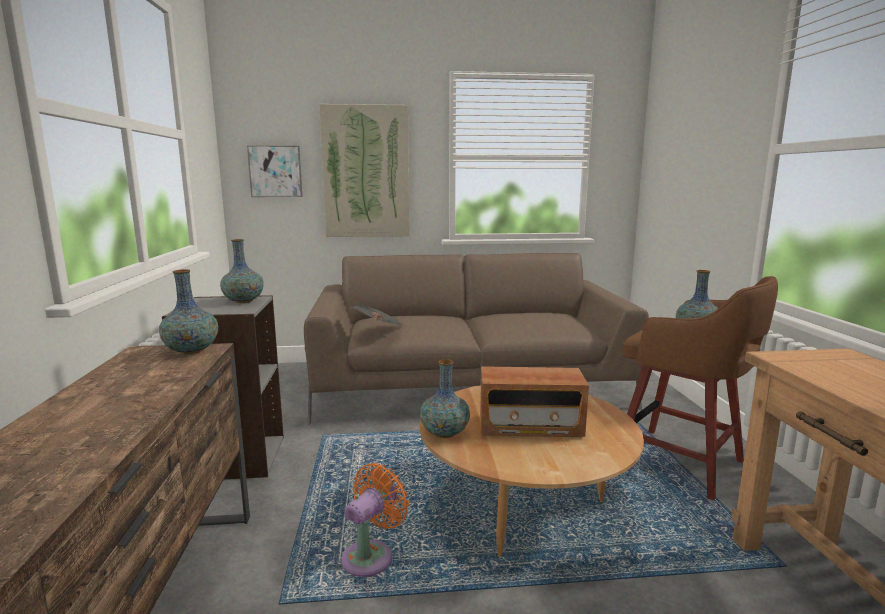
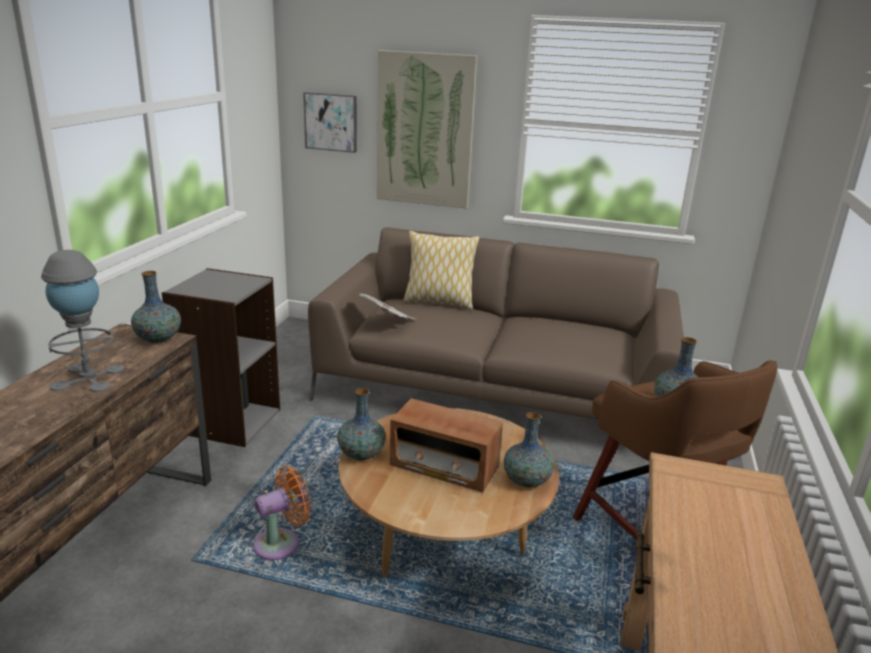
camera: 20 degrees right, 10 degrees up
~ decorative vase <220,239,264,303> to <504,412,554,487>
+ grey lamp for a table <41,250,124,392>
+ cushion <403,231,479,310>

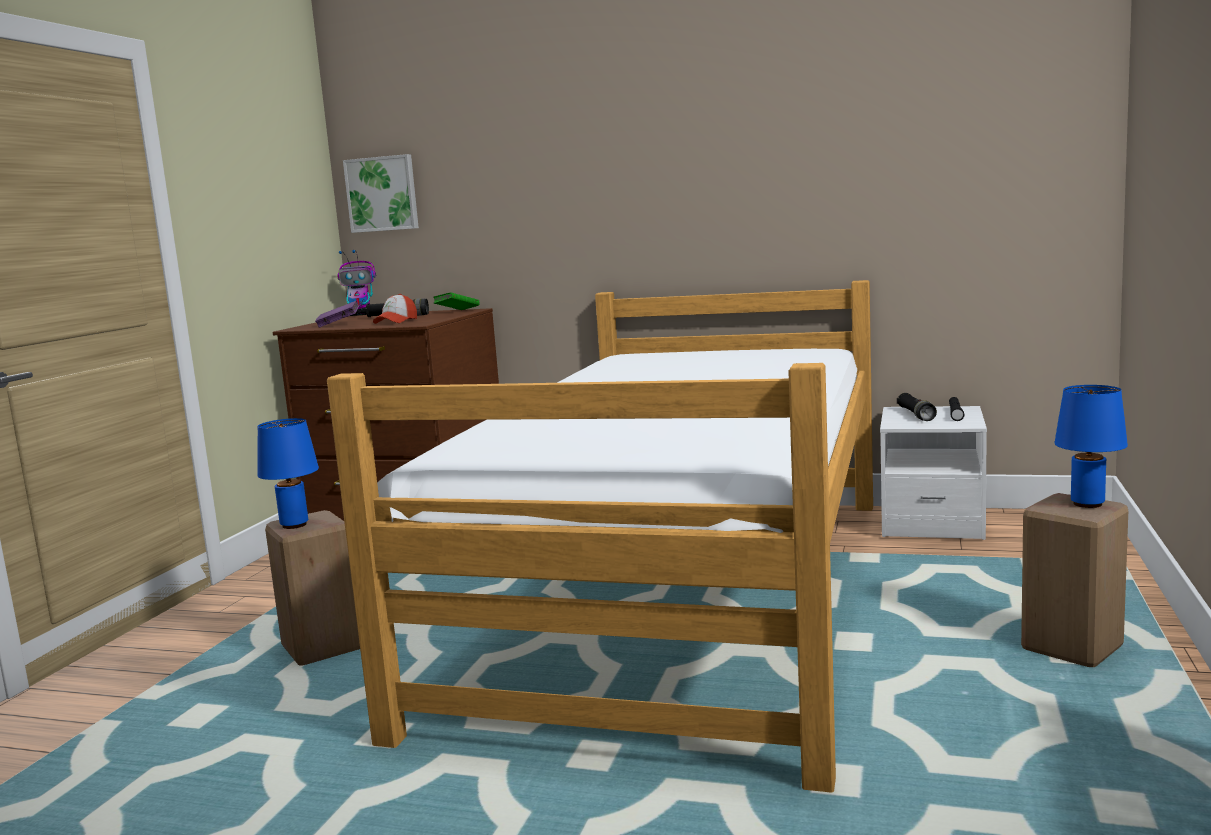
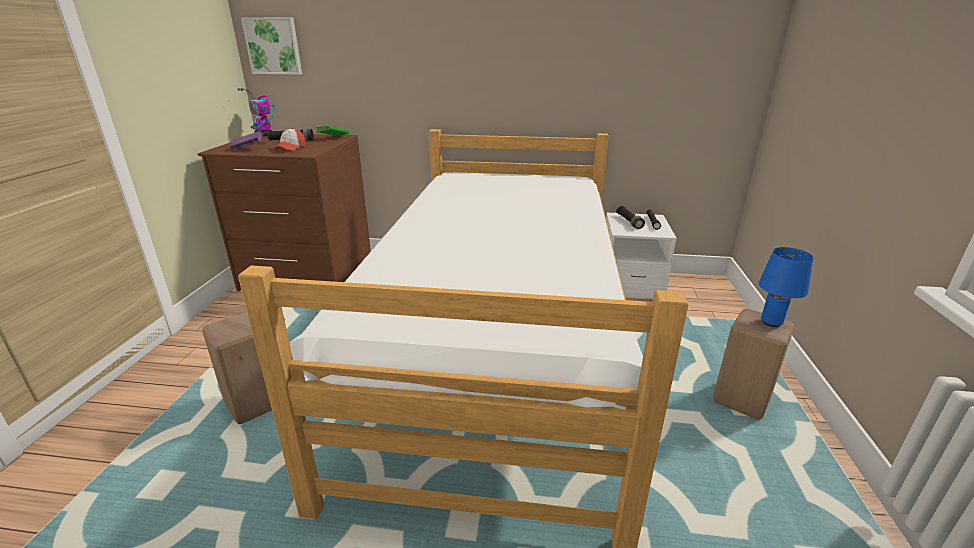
camera: 10 degrees left, 15 degrees up
- blue lamp for a table <257,418,319,529>
~ robot figure <338,250,376,316> = <238,88,275,136> 60 degrees clockwise

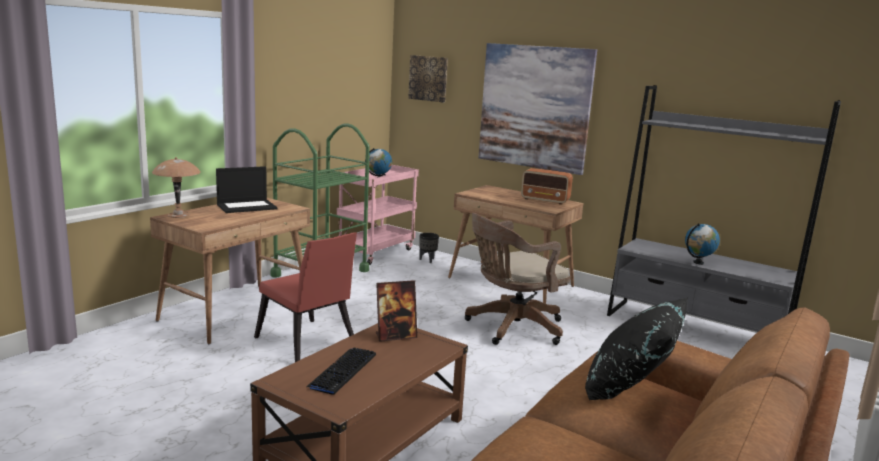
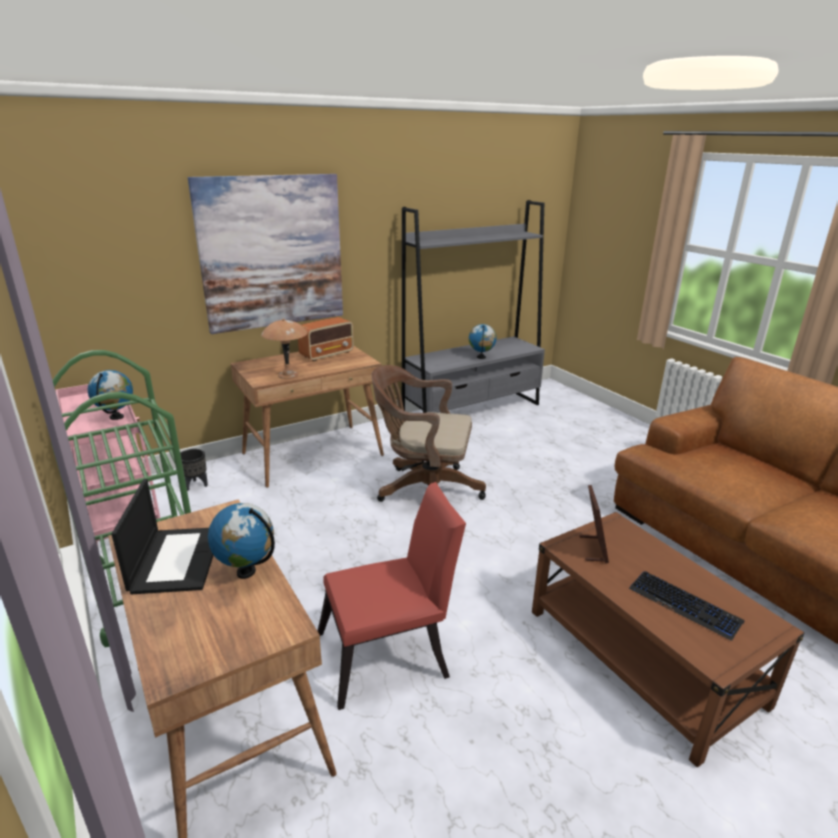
camera: 65 degrees left, 10 degrees up
~ brownish lamp for a table <152,157,201,218> to <261,319,308,379>
- wall art <408,55,448,103>
~ brownish office chair <464,213,570,345> = <372,365,486,502> 105 degrees clockwise
- black cushion <585,298,688,400>
+ globe <208,503,275,579>

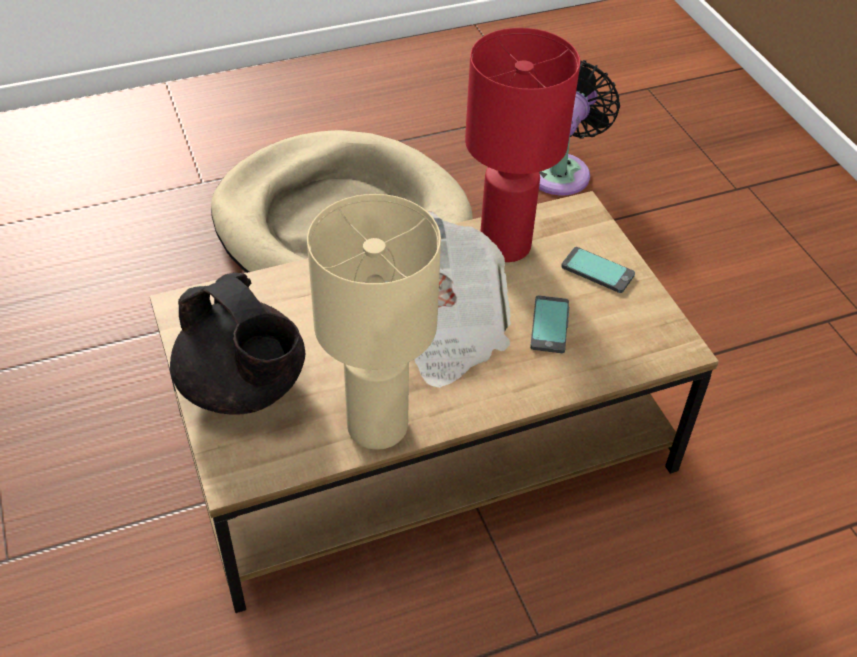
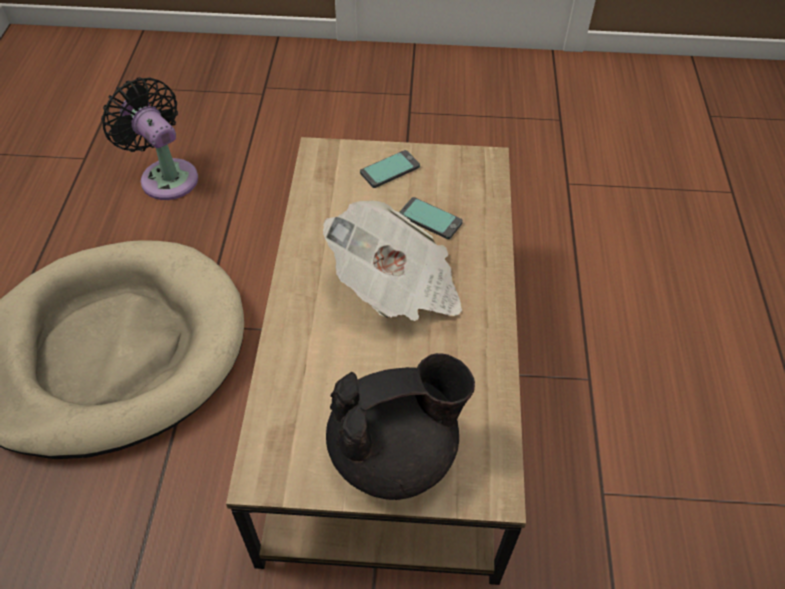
camera: 65 degrees left, 5 degrees up
- sand-coloured lamp for a table <307,194,441,450>
- red lamp for a table <465,28,580,262>

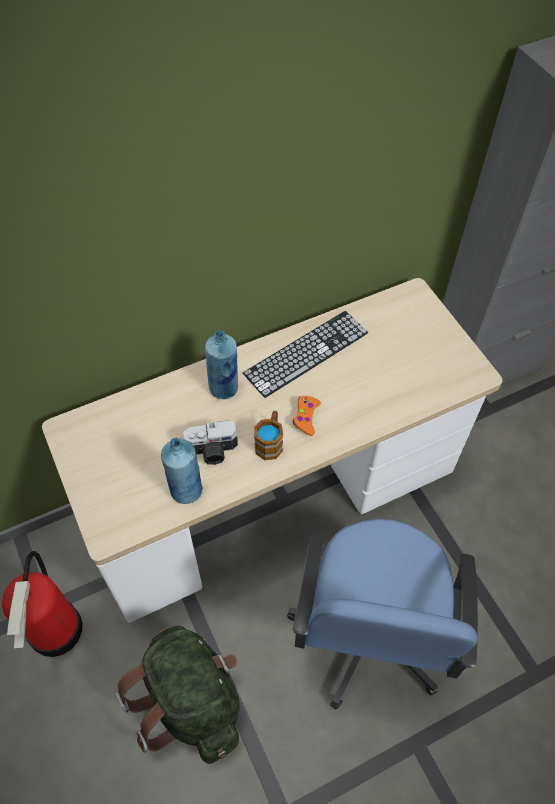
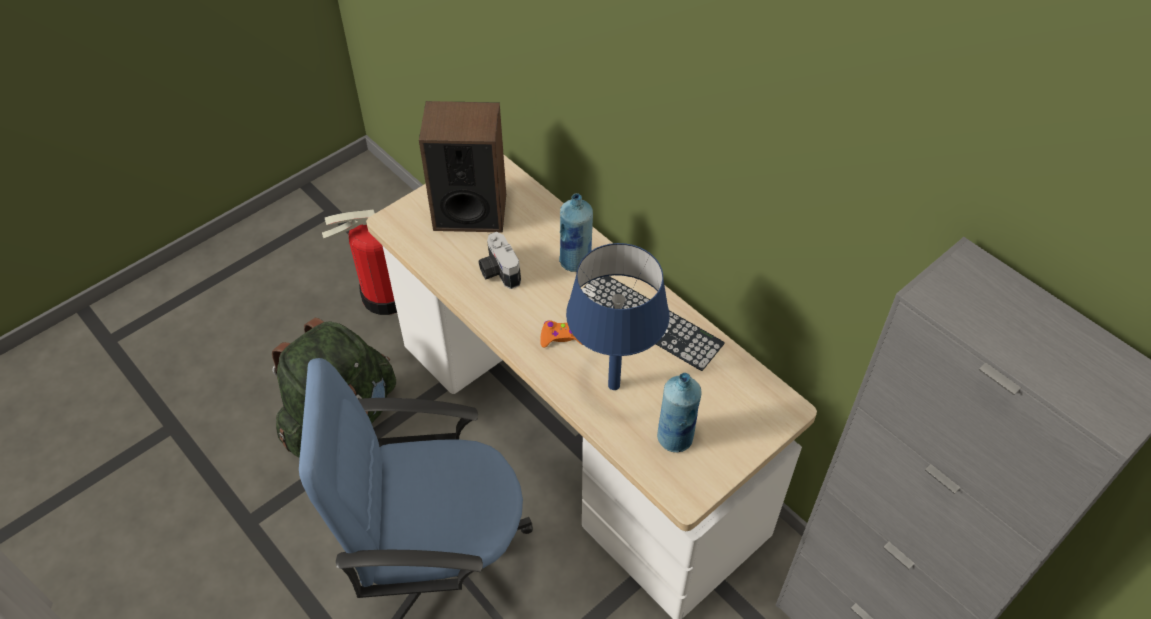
camera: 75 degrees right, 5 degrees down
~ blue beverage bottle <161,438,203,504> to <657,373,702,452>
- mug <254,411,283,460>
+ loudspeaker <419,101,506,232>
+ blue lamp for a table <566,243,669,390>

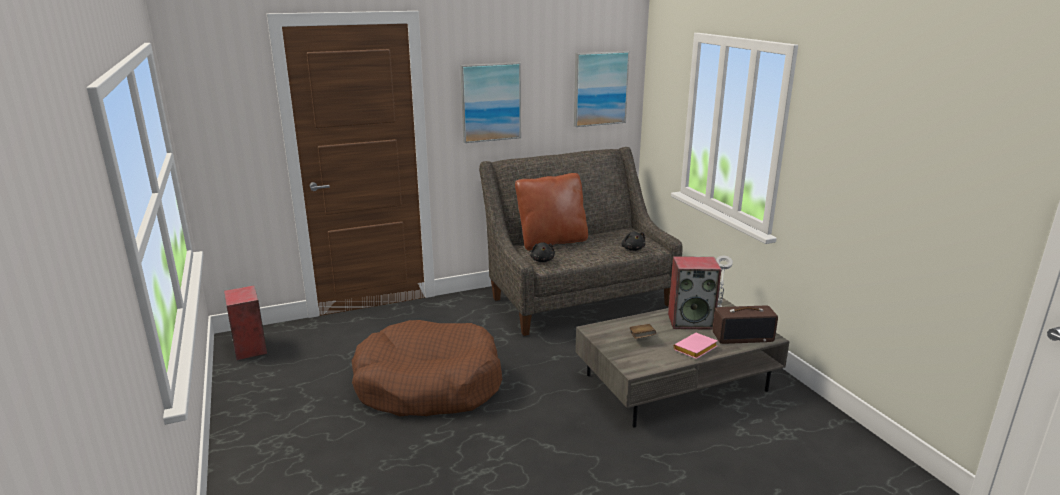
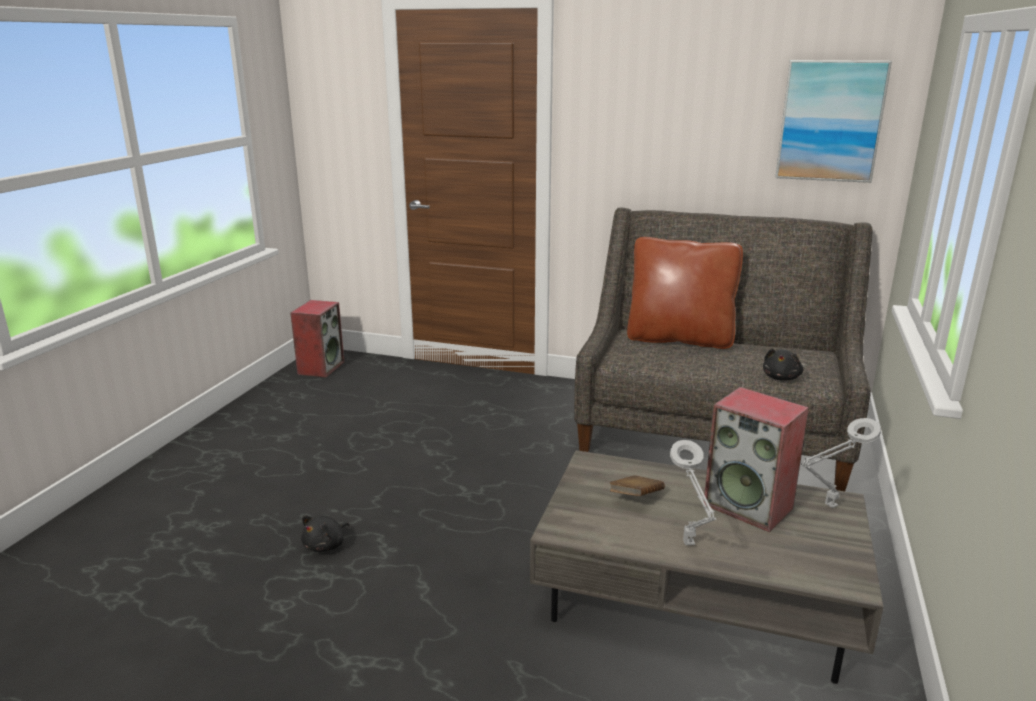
camera: 40 degrees right, 0 degrees up
- brownish pet bed <352,320,502,417>
- wall art <460,62,521,143>
~ black plush toy <530,242,555,262> to <301,515,350,552>
~ pink volume <673,333,718,359> to grey lamp for a table <670,440,716,545>
- radio set <713,306,778,344>

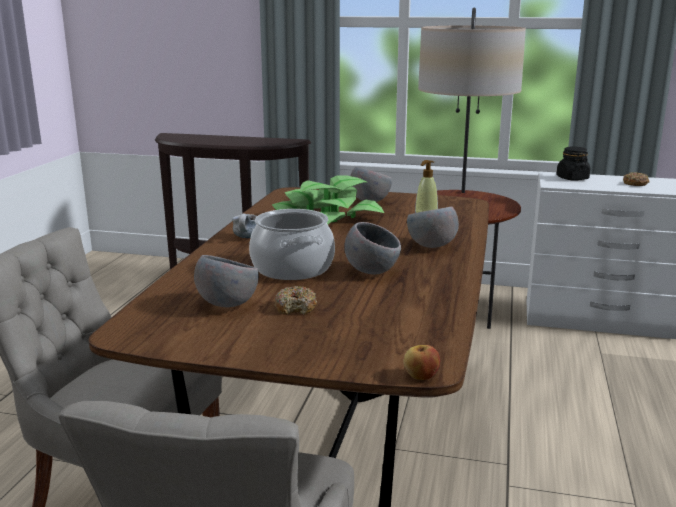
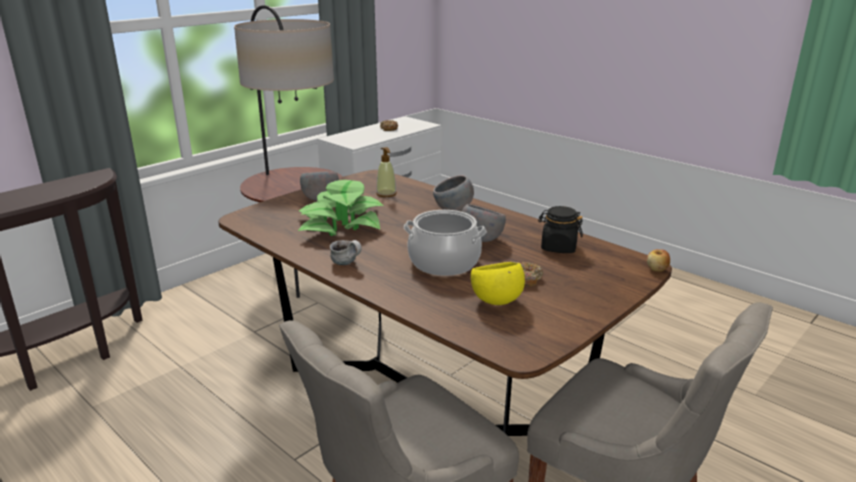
camera: 60 degrees left, 5 degrees up
~ grey deep dish <194,255,259,307> to yellowish deep dish <471,262,525,305>
~ black storage jar <556,147,590,181> to <538,206,583,253>

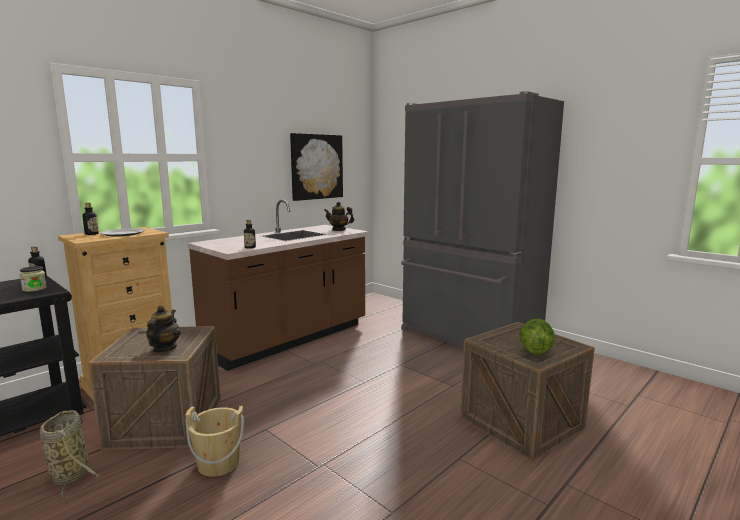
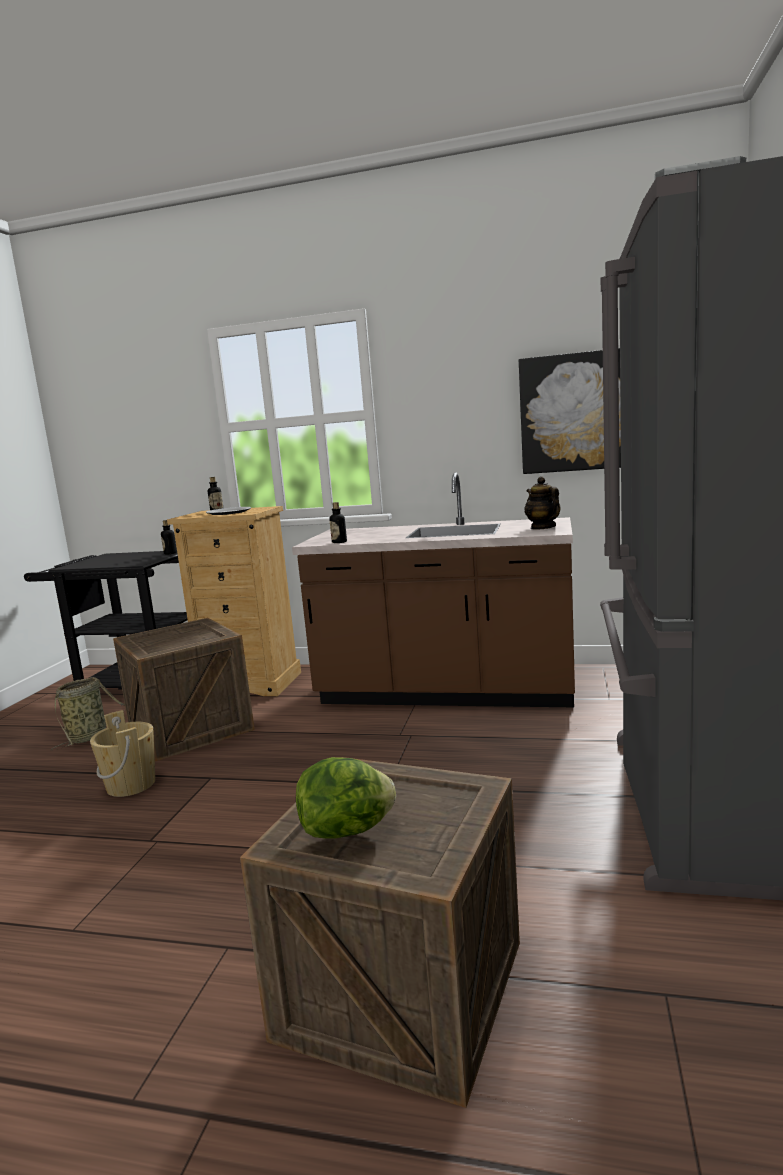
camera: 60 degrees right, 0 degrees up
- storage jar <20,266,47,292>
- pot for tea <146,305,181,353>

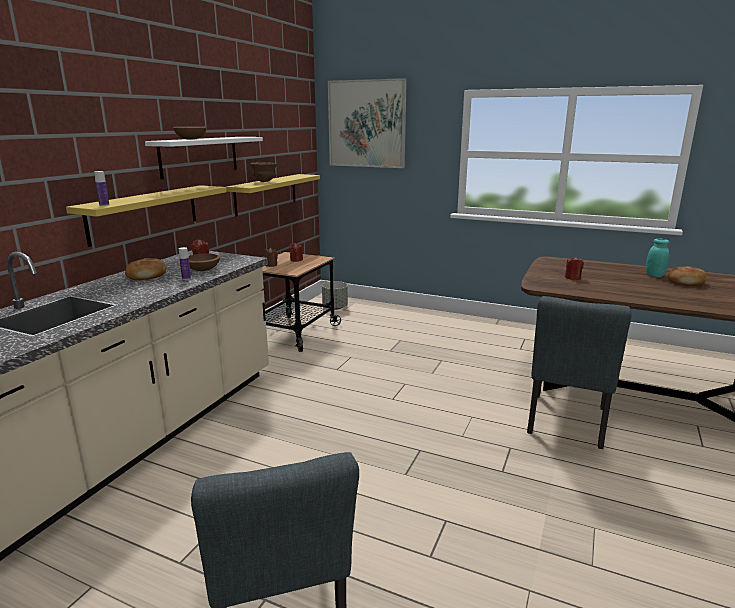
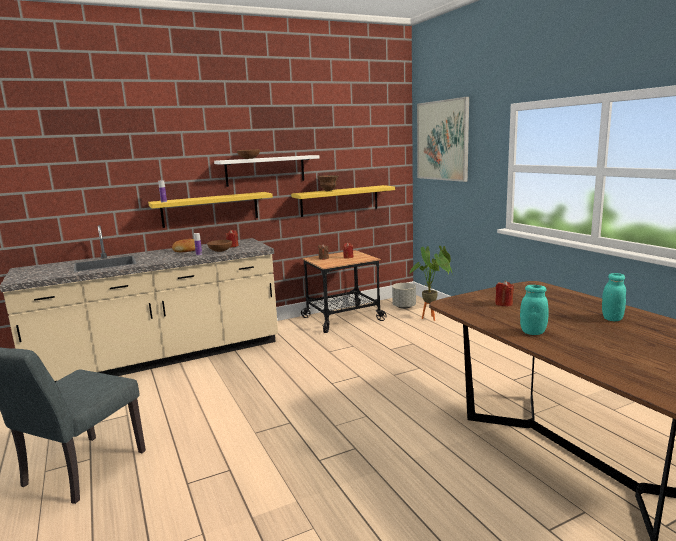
camera: 40 degrees right, 5 degrees down
- grey plain chair <527,296,632,449>
- bakery bread <667,266,707,286>
+ houseplant <409,246,453,321>
+ turquoise-coloured storage jar <520,285,549,335>

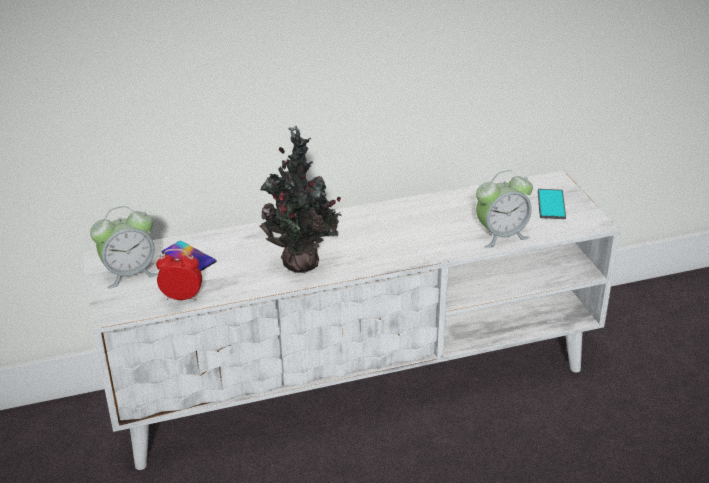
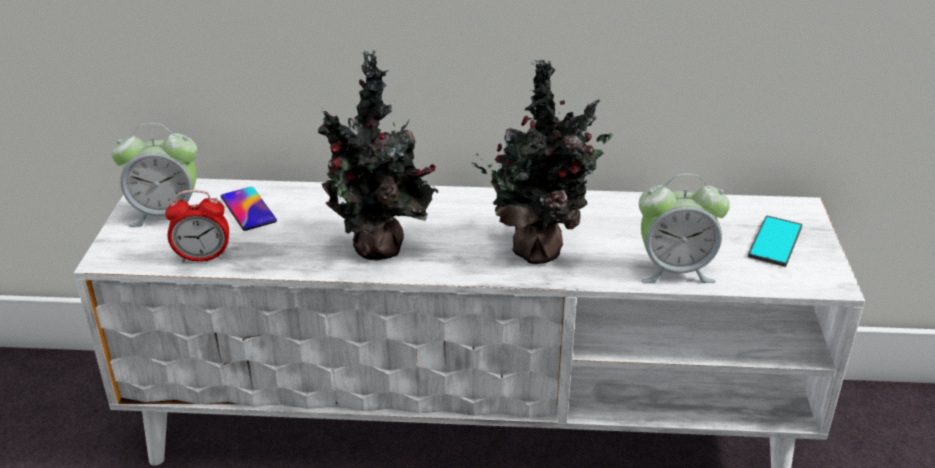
camera: 20 degrees right, 0 degrees up
~ alarm clock <156,249,202,300> = <165,190,229,263> 150 degrees clockwise
+ houseplant <472,60,613,264>

